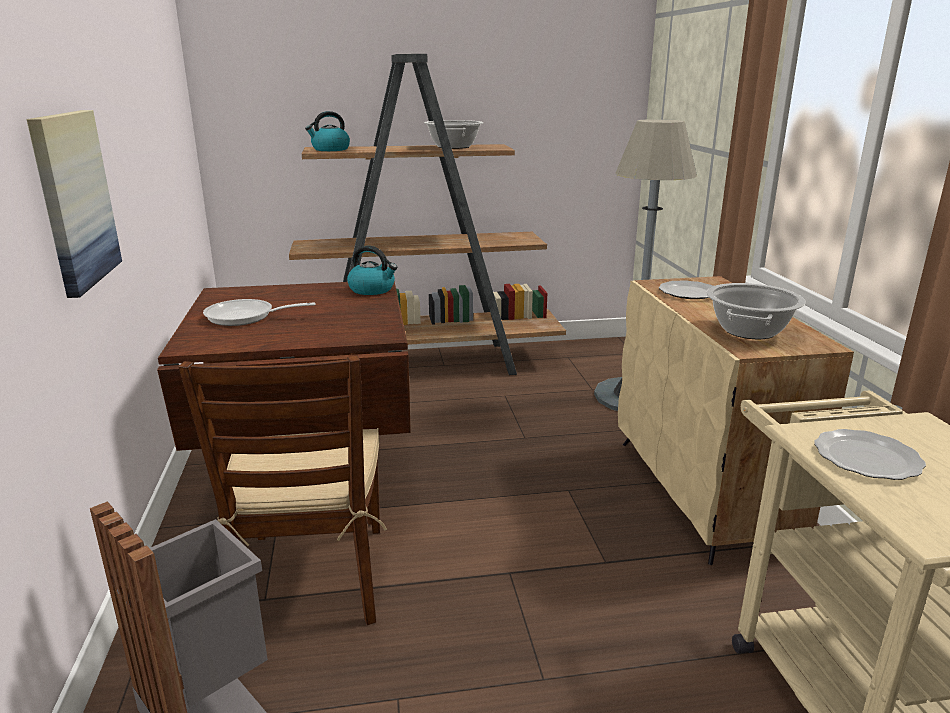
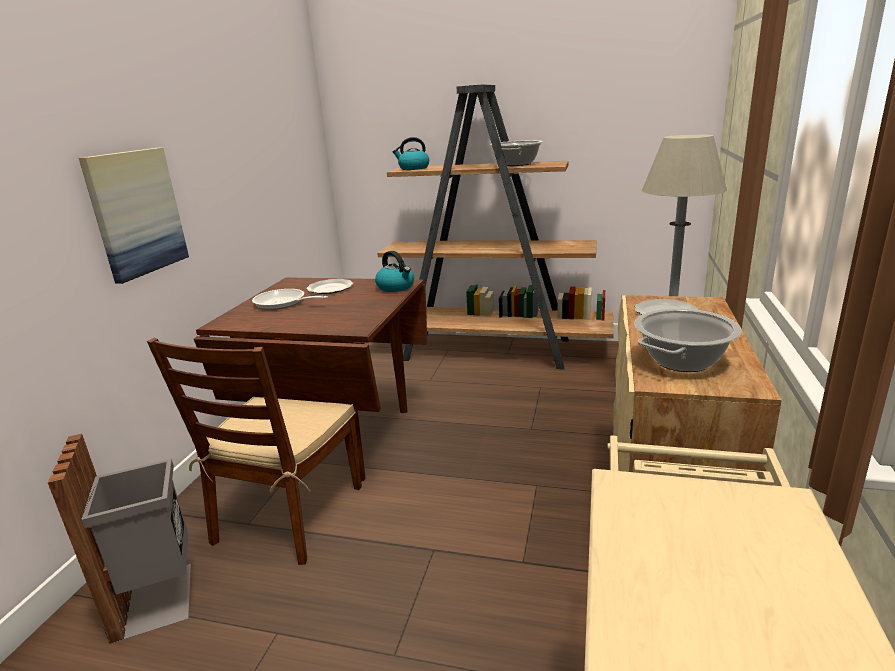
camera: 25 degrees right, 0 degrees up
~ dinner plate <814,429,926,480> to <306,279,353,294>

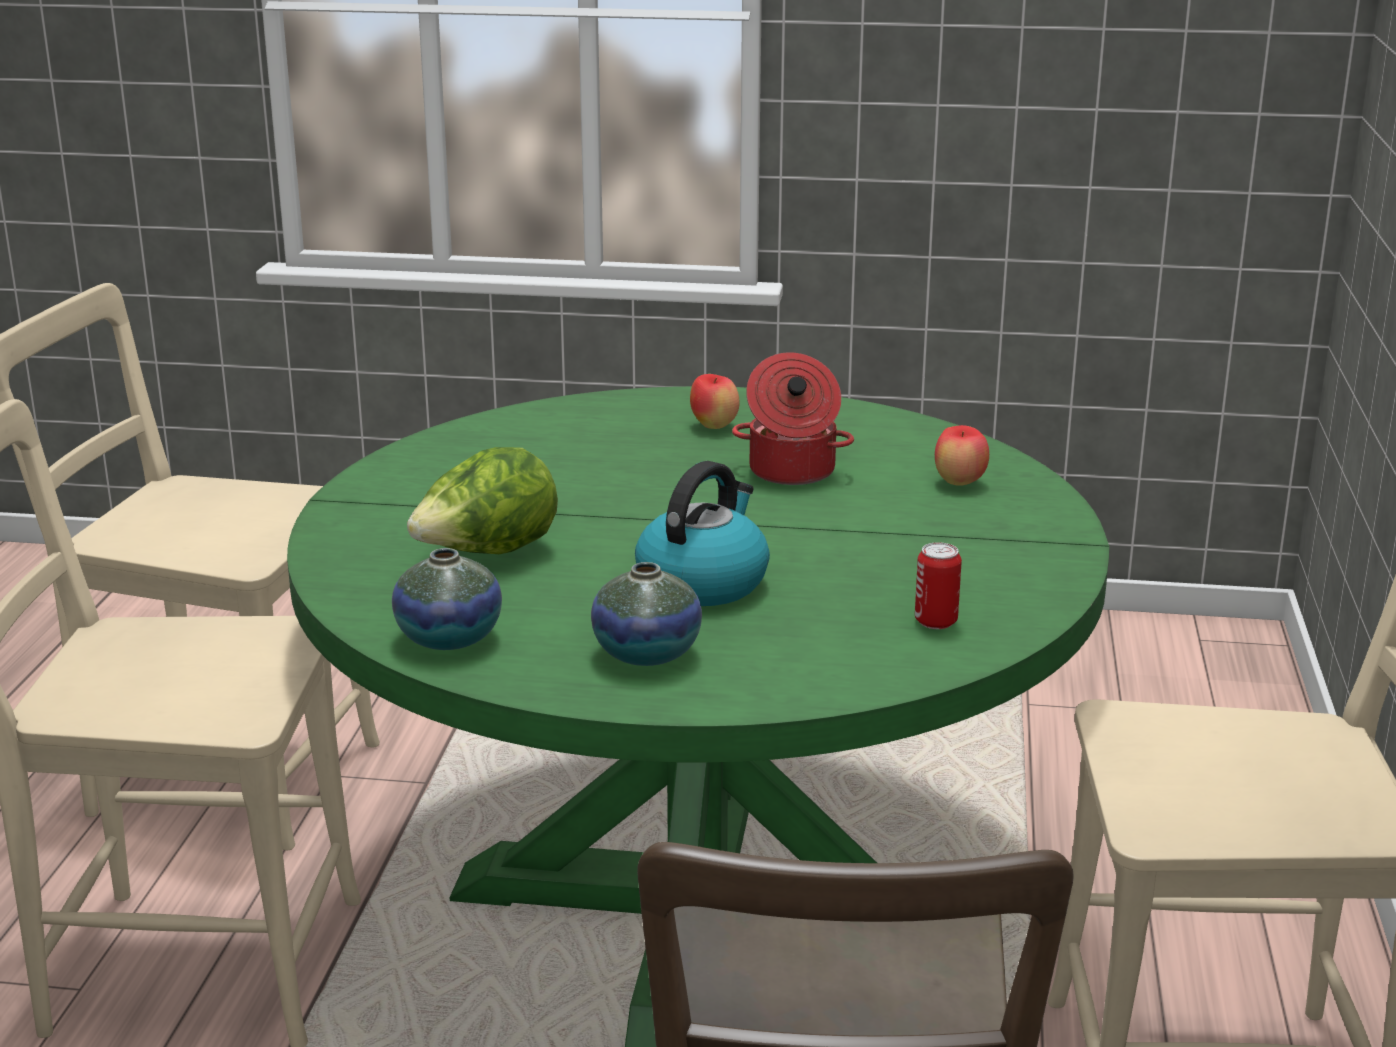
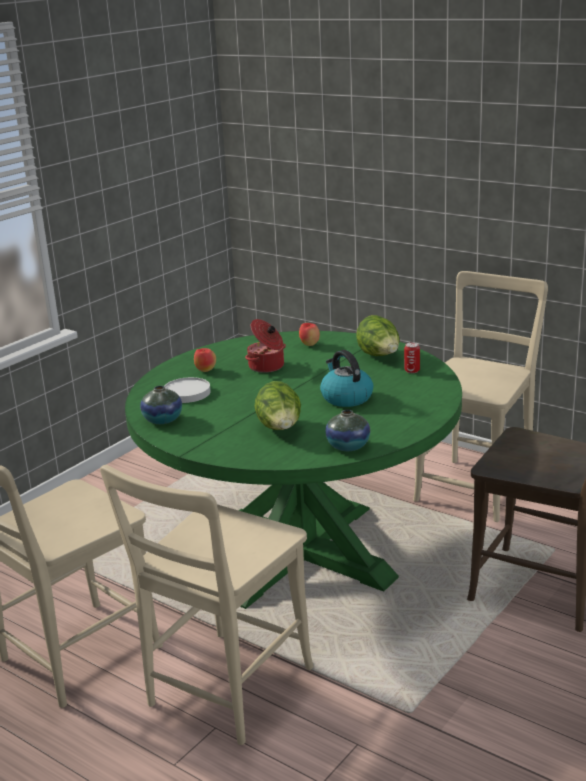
camera: 60 degrees left, 0 degrees up
~ decorative vase <591,562,702,666> to <140,386,182,424>
+ whitish dinner plate <164,377,211,403>
+ lettuce head <356,315,400,356>

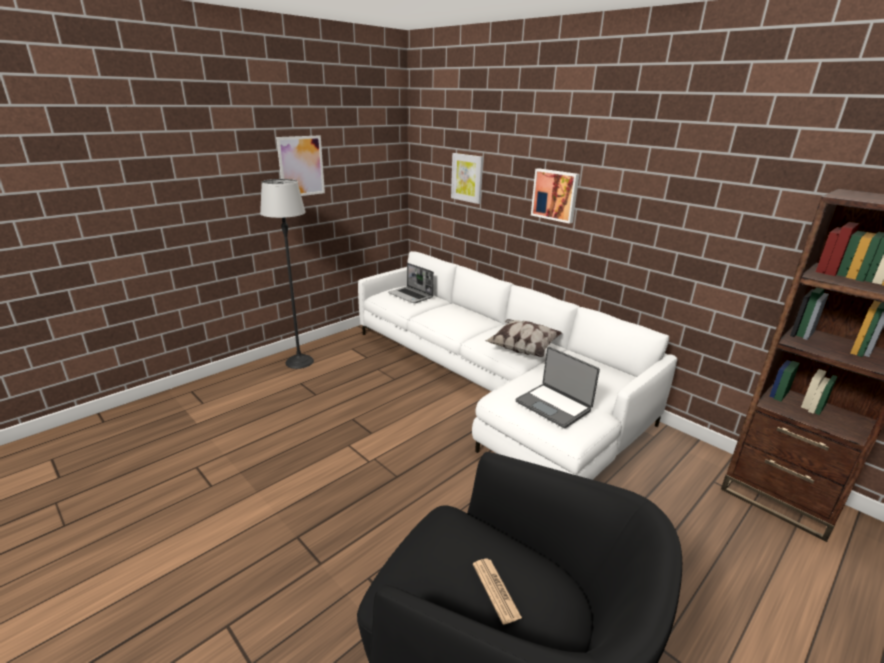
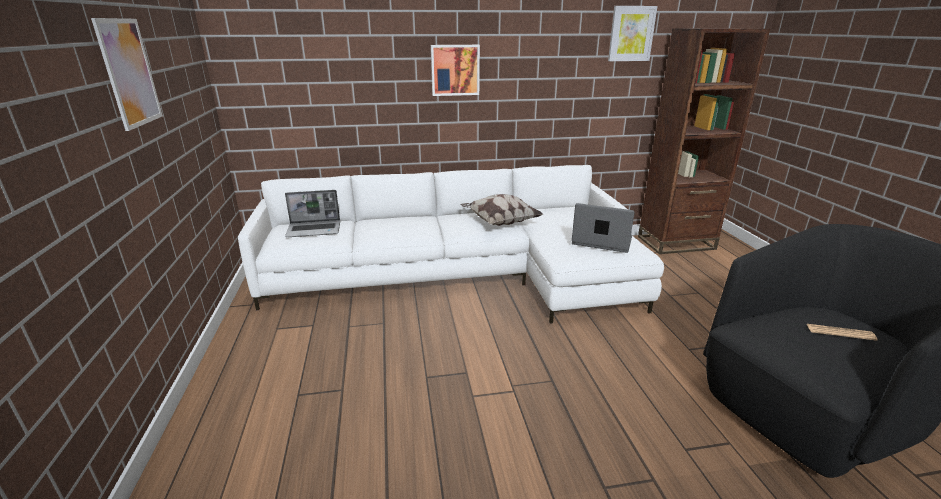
camera: 55 degrees left, 0 degrees up
- floor lamp <260,179,314,369>
~ wall art <451,153,483,204> to <608,6,657,61>
~ laptop <516,347,600,428> = <572,203,634,253> 150 degrees counterclockwise

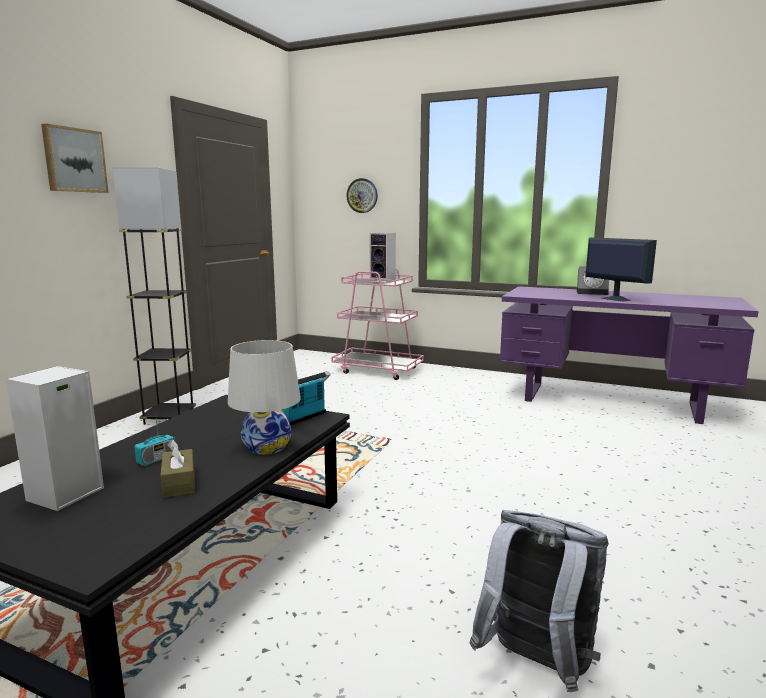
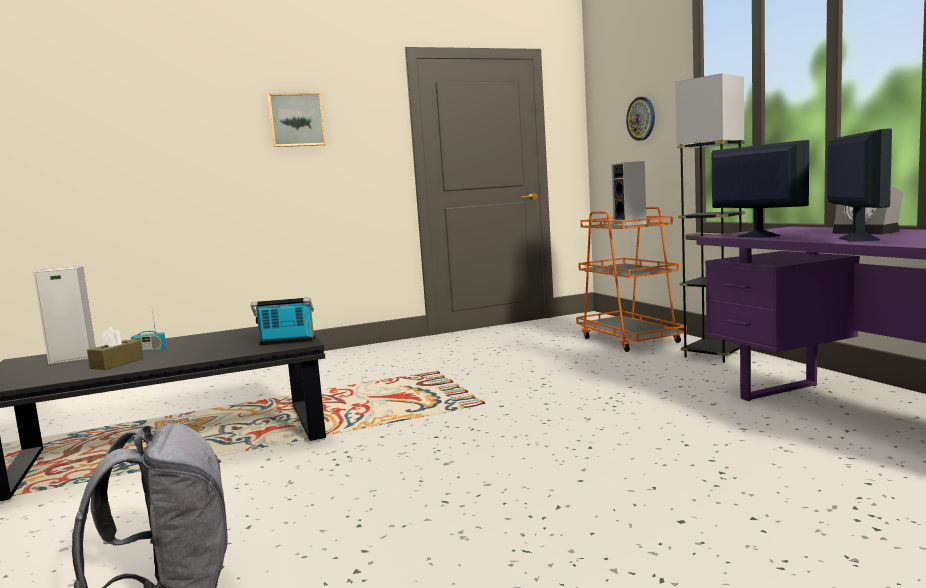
camera: 45 degrees right, 5 degrees down
~ grey floor lamp <113,168,196,425> to <676,73,745,363>
- whitish lamp for a table <228,340,301,455>
~ pink cart <331,268,424,380> to orange-coloured cart <576,207,687,352>
+ computer display <712,140,809,237>

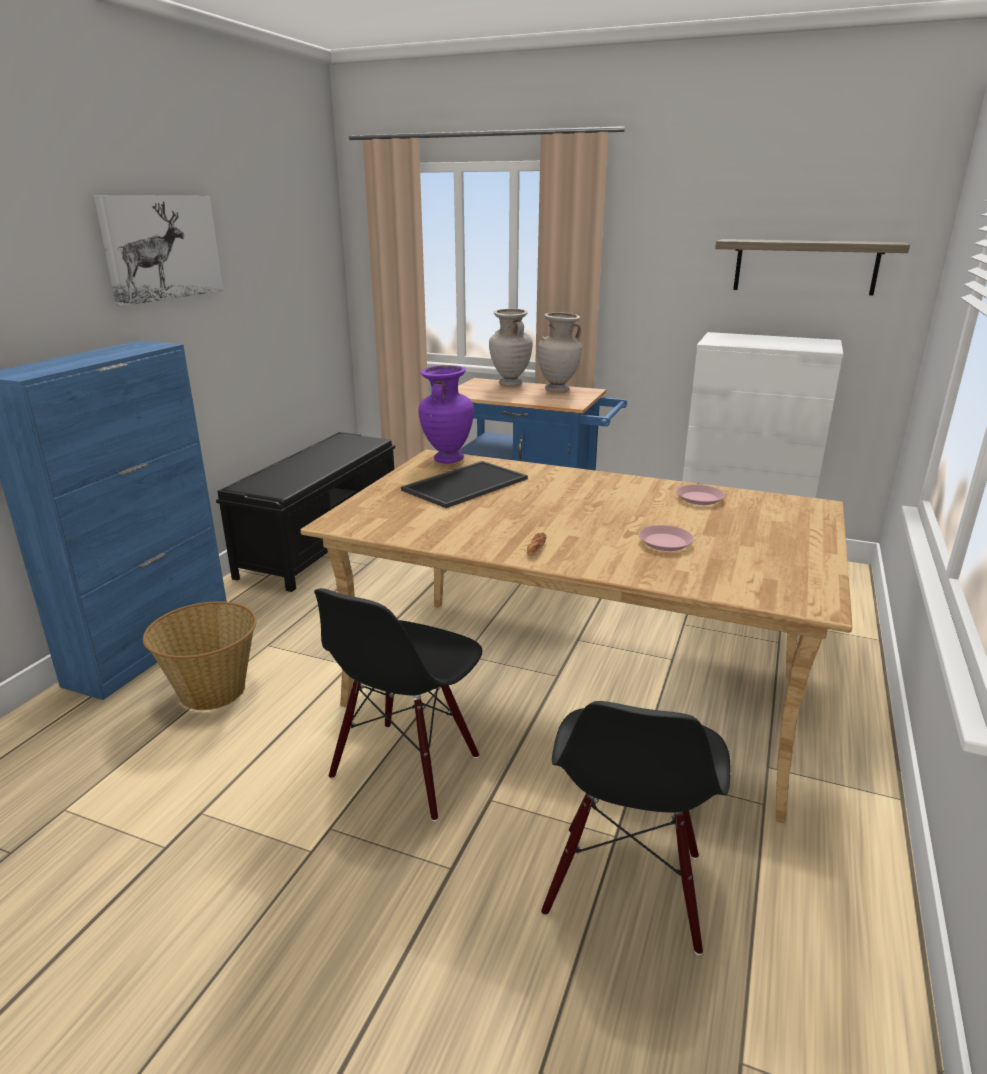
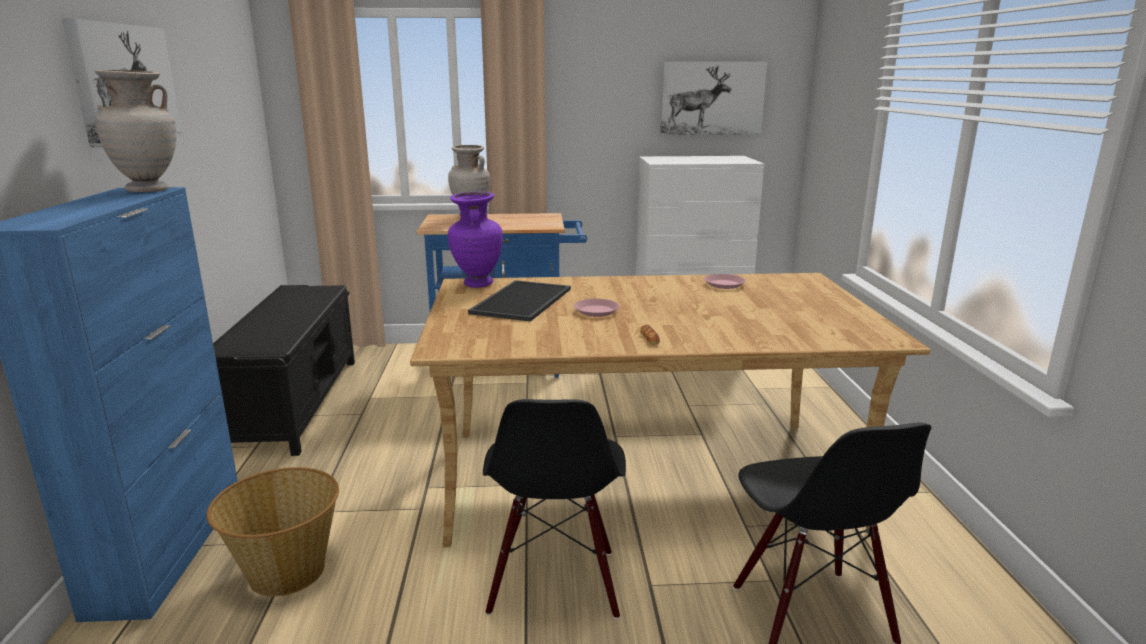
camera: 25 degrees left, 5 degrees down
~ sand-coloured decorative vase <537,312,582,392> to <95,70,176,192>
~ pink dinner plate <639,525,694,551> to <574,299,619,317>
~ bracket shelf <715,239,910,295> to wall art <660,61,767,135>

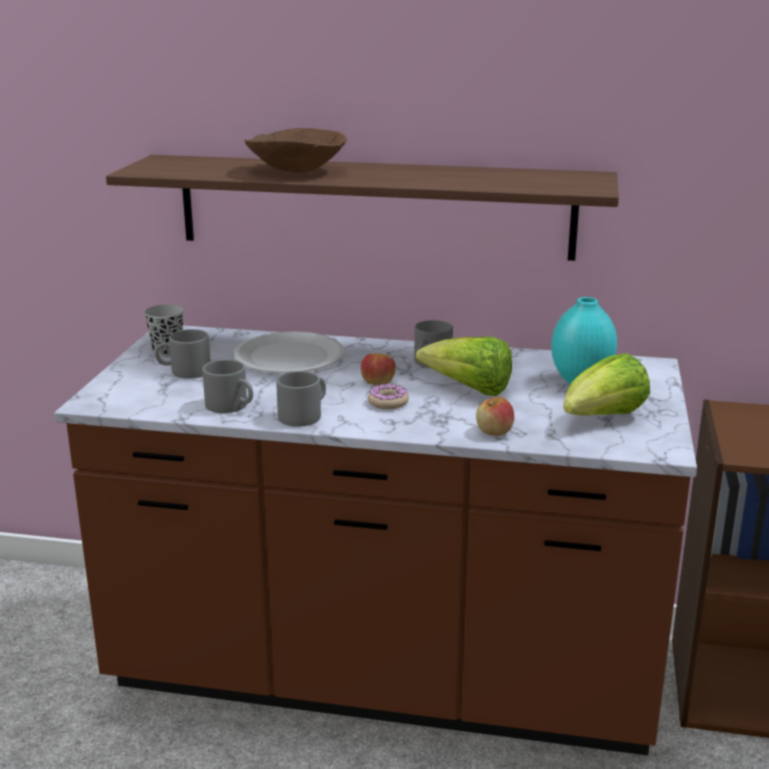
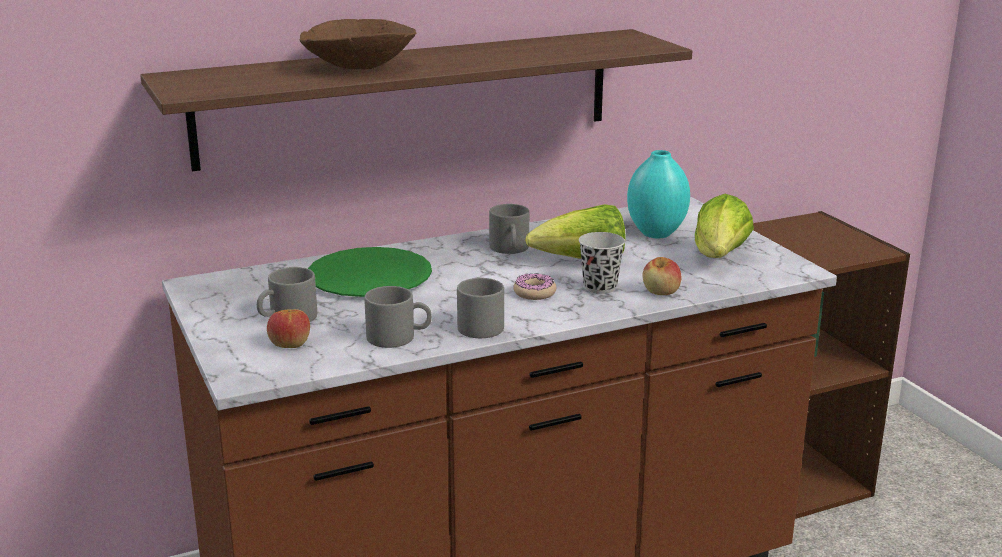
camera: 35 degrees left, 0 degrees up
~ black drinking cup <144,304,184,357> to <579,232,625,294>
~ whitish dinner plate <234,332,345,373> to greenish dinner plate <308,247,432,297>
~ apple <360,353,396,385> to <267,309,310,348>

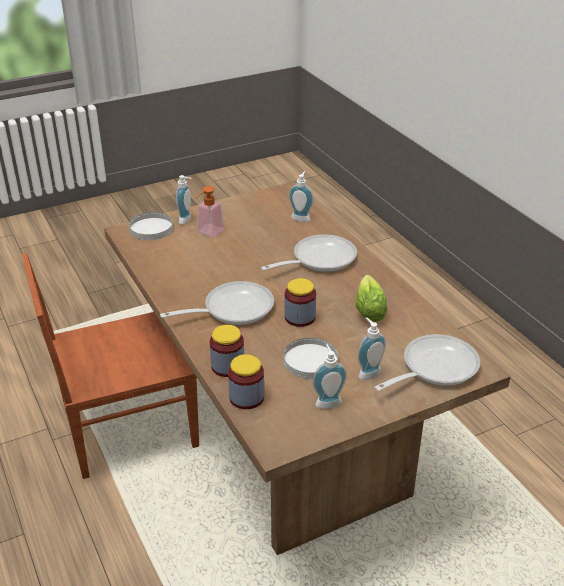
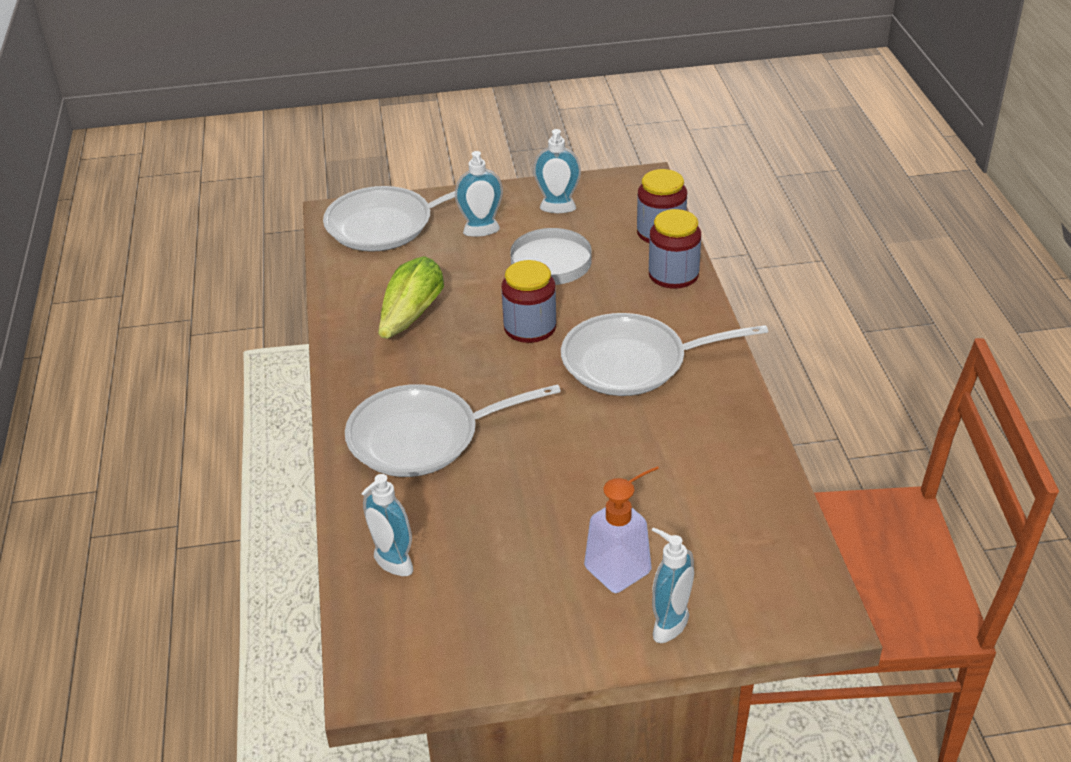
camera: 160 degrees left, 5 degrees up
- whitish dinner plate <129,212,173,240>

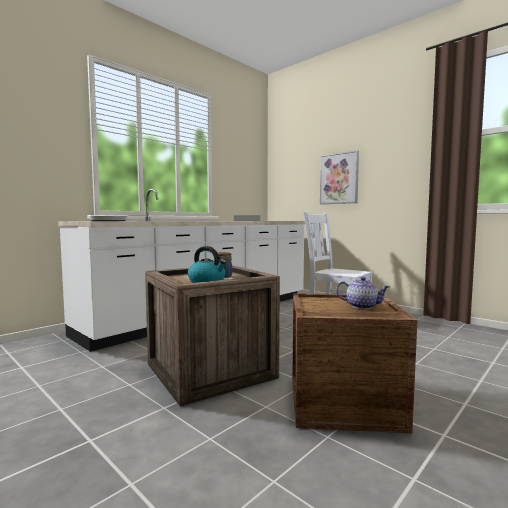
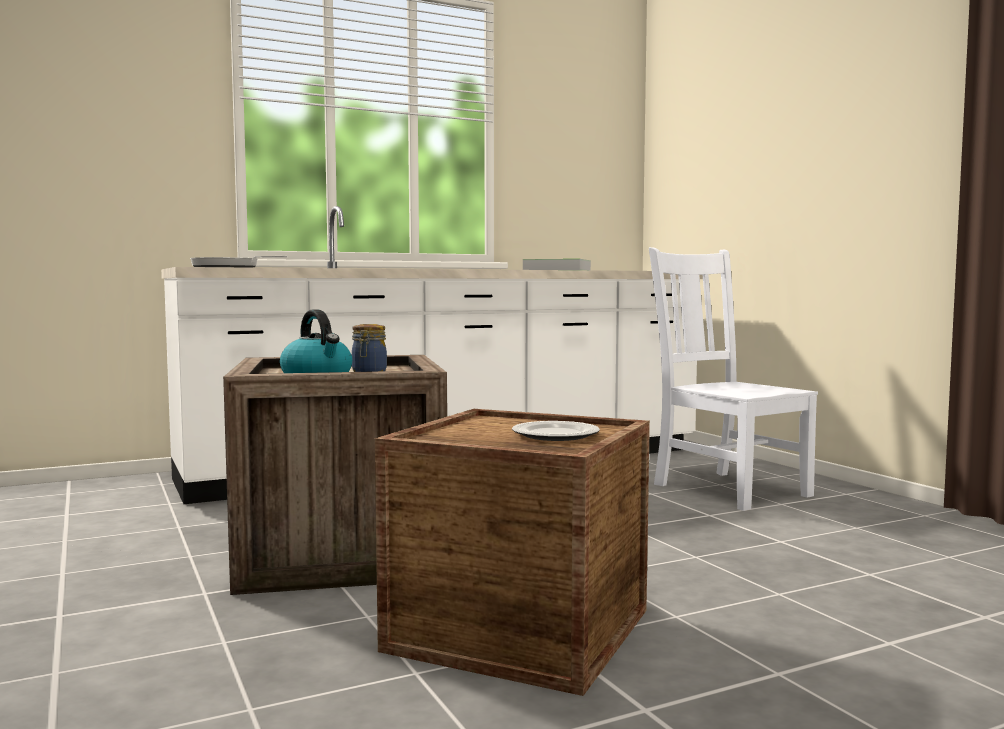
camera: 20 degrees right, 0 degrees up
- wall art <320,150,359,204>
~ pot for tea <336,277,390,309> to dinner plate <512,421,600,441>

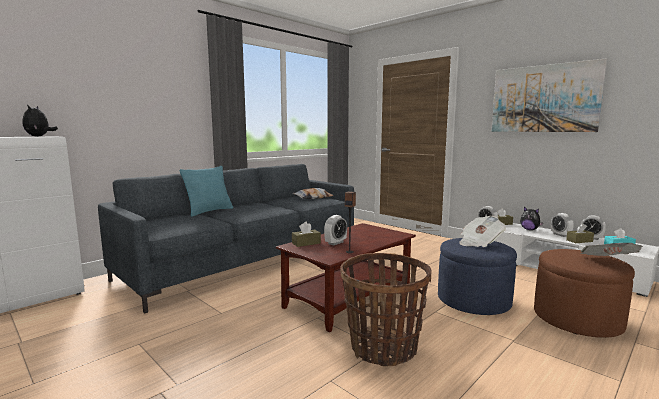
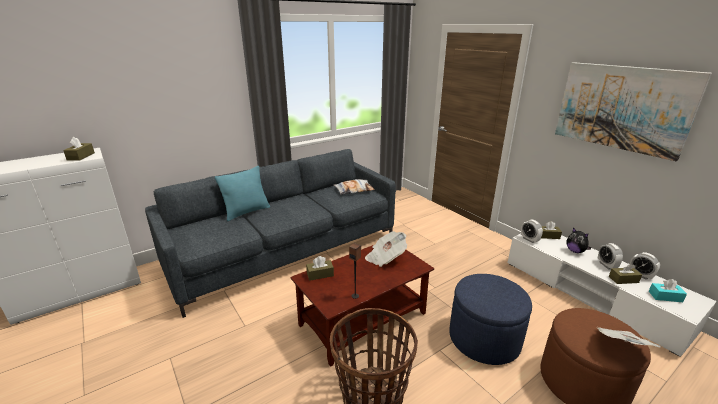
camera: 10 degrees right, 15 degrees up
~ plush toy <23,105,58,137> to brownish tissue box <63,137,95,161>
- alarm clock <324,215,347,245>
~ daily paper <459,216,506,247> to <365,232,407,267>

